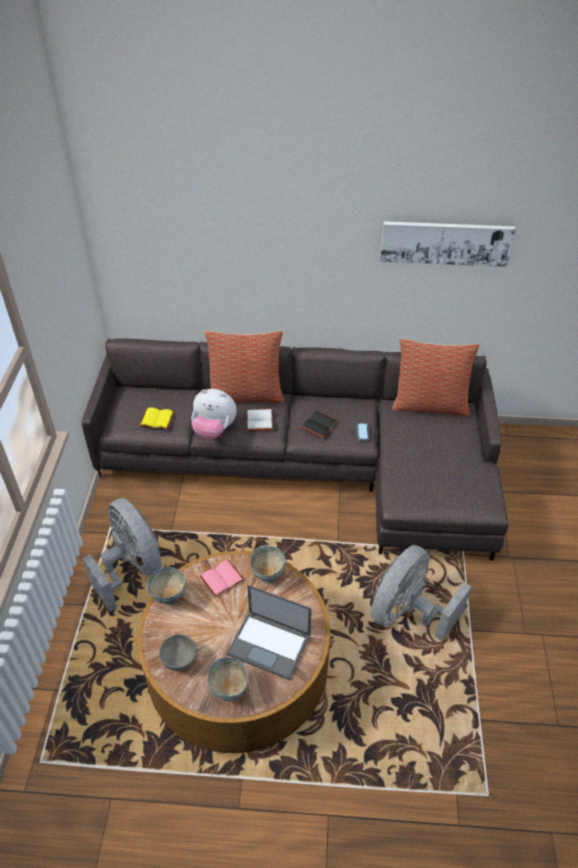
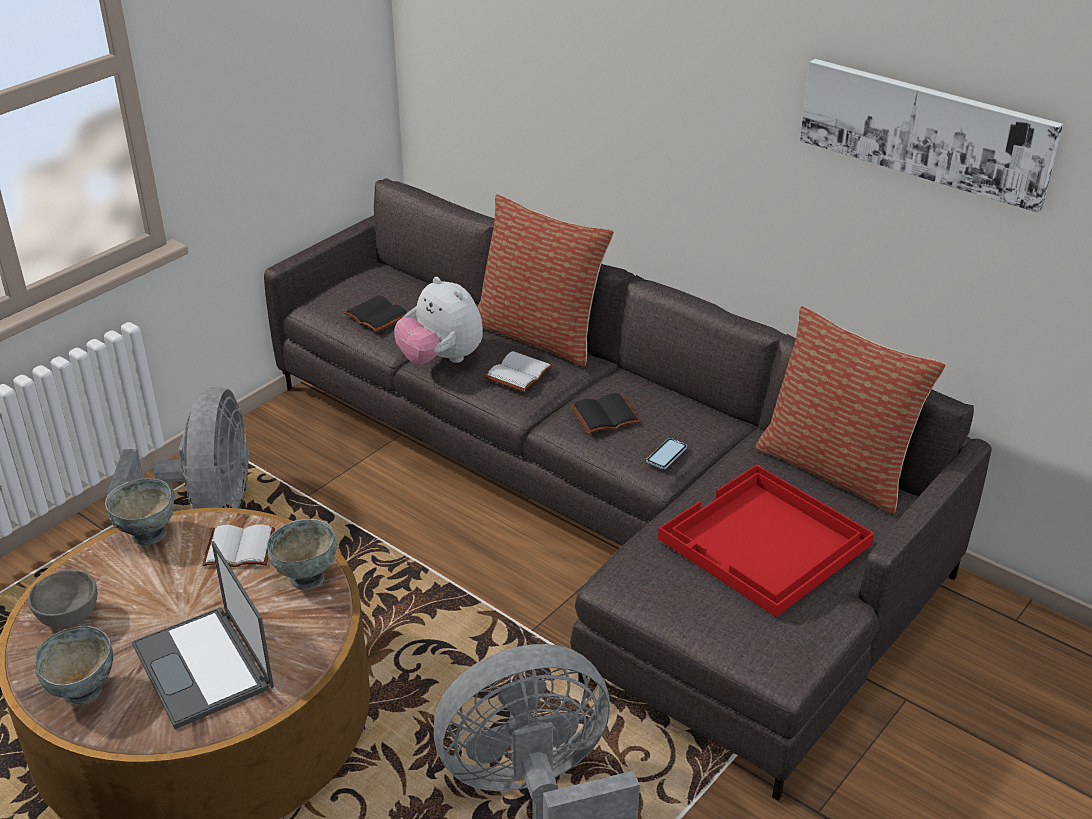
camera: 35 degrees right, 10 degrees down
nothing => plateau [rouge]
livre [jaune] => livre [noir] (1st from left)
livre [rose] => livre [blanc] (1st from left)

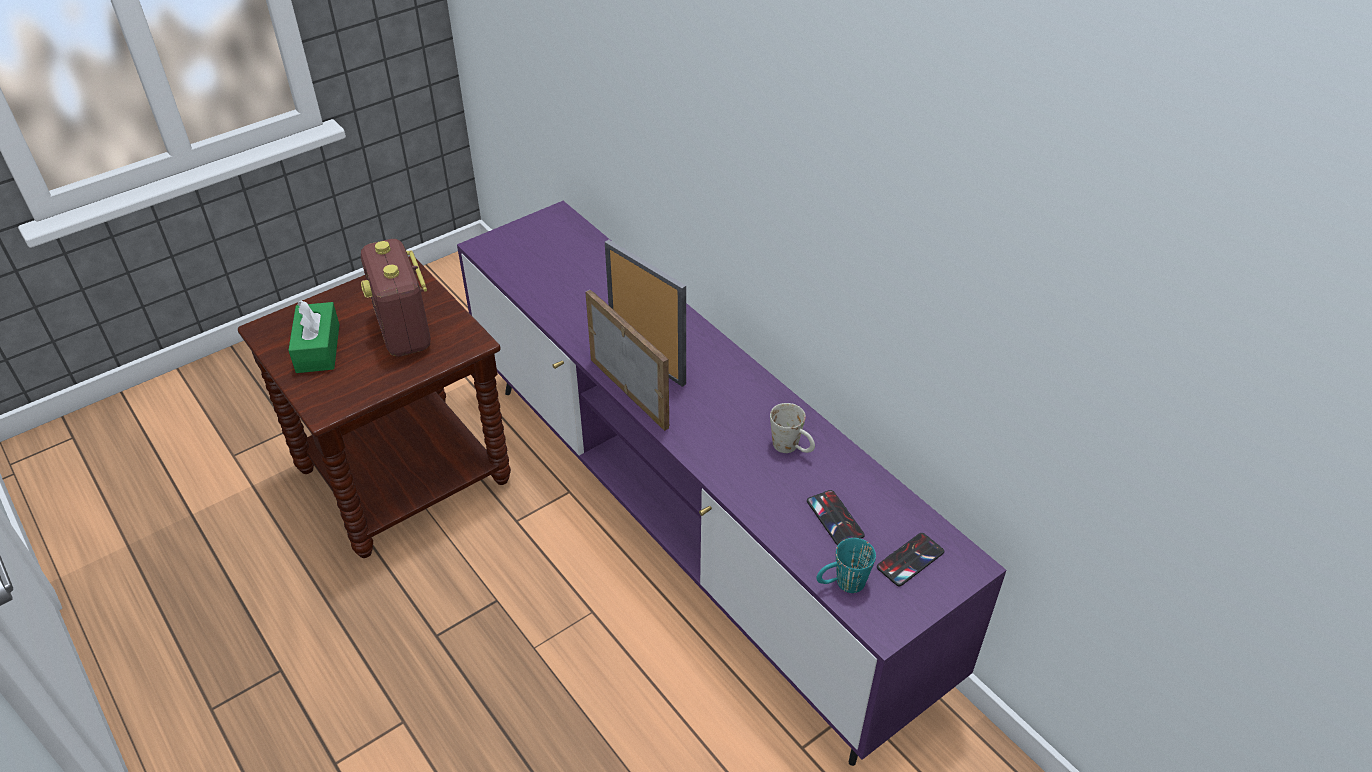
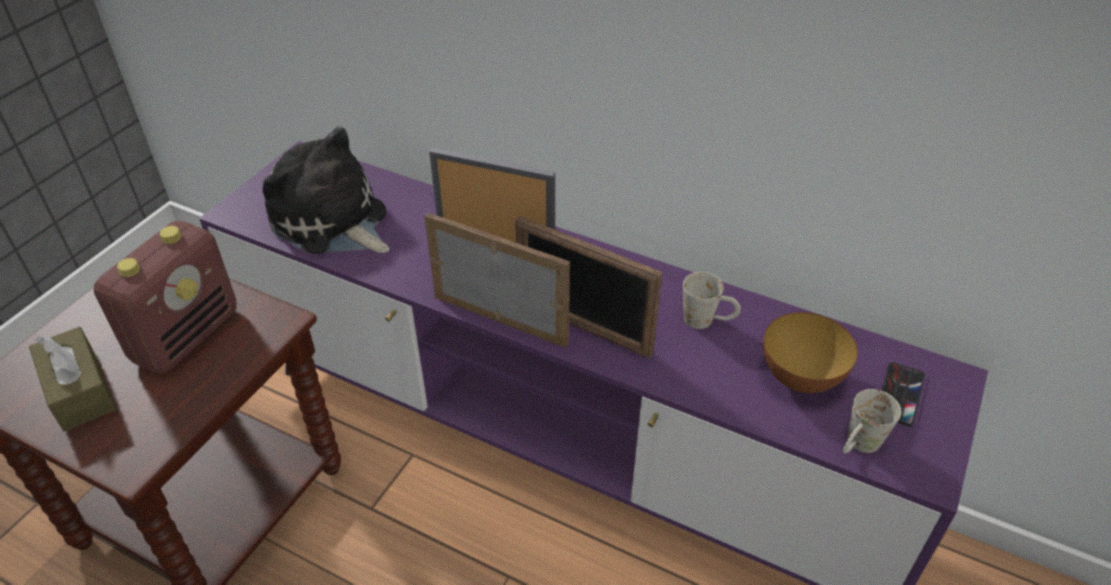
camera: 25 degrees left, 0 degrees up
nothing => peluche
nothing => cadre photo (3rd from left)
téléphone (1st from left) => bol
boîte à mouchoirs [vert] => boîte à mouchoirs [marron]
mug [turquoise] => mug [blanc] (2nd from left)
radio, 105 degrees counterclockwise

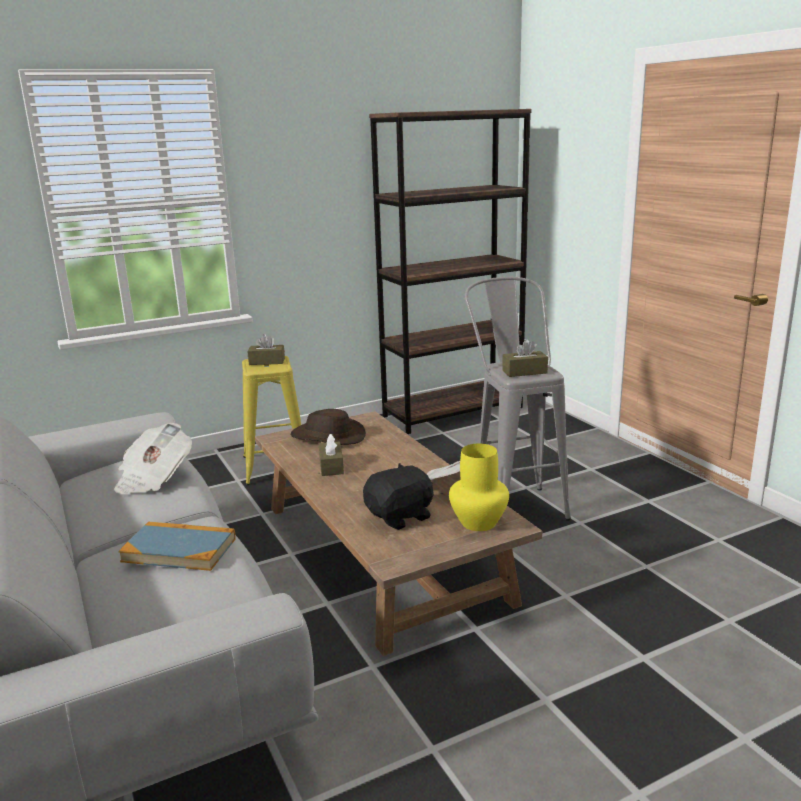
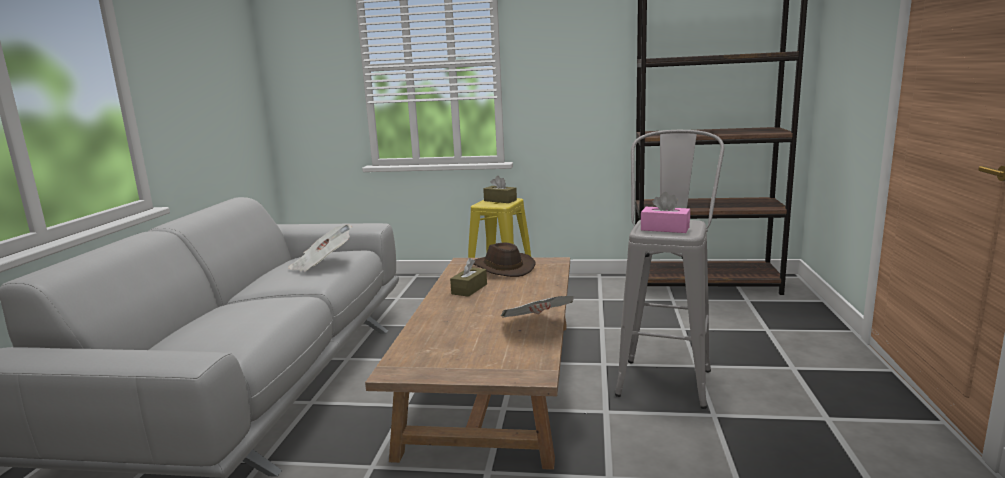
camera: 35 degrees right, 5 degrees down
livre => nothing
peluche [noir] => nothing
vase [jaune] => nothing
boîte à mouchoirs [marron] (3rd from left) => boîte à mouchoirs [rose]

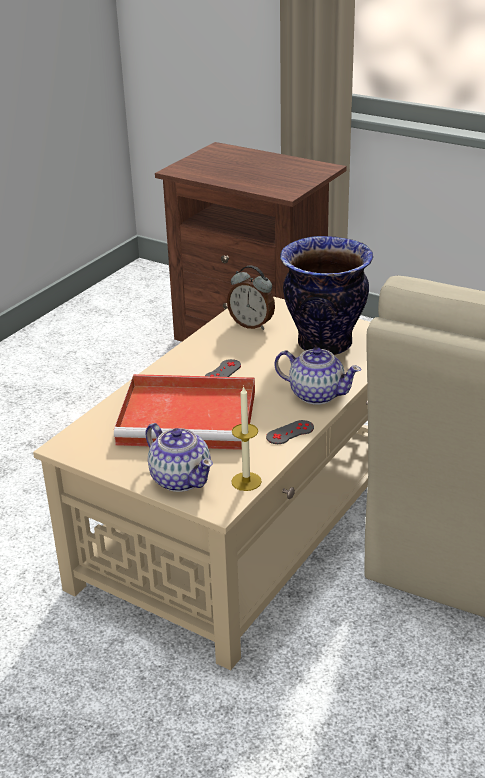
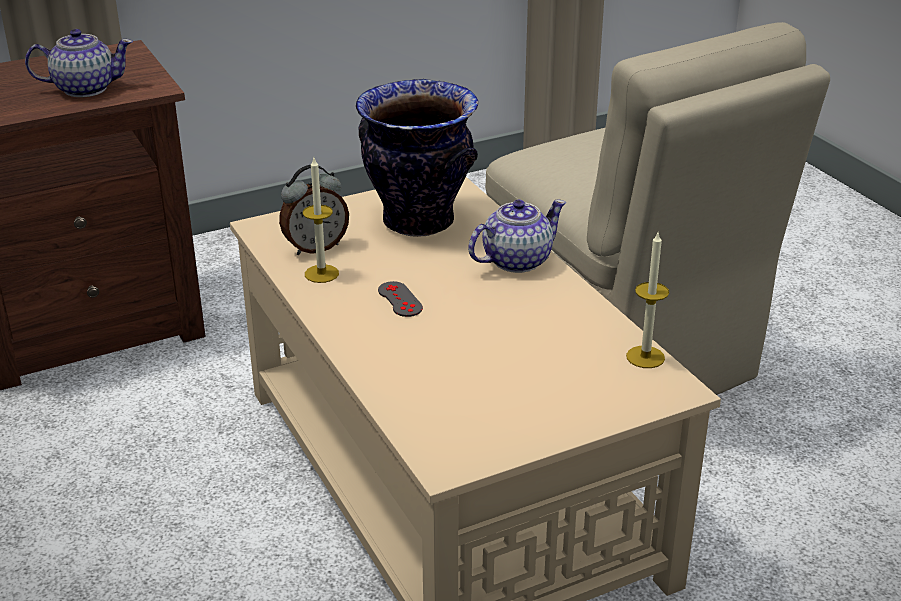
camera: 60 degrees left, 0 degrees up
plateau [rouge] => nothing
manette [gris] (2nd from left) => nothing
nothing => bougie (1st from left)
théière (1st from left), moved

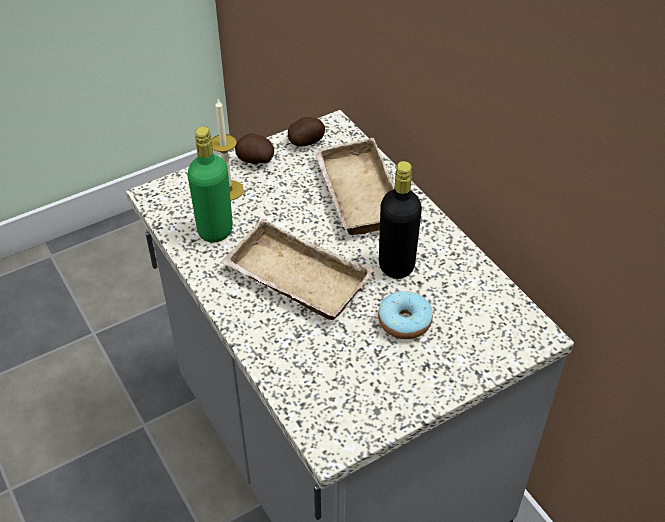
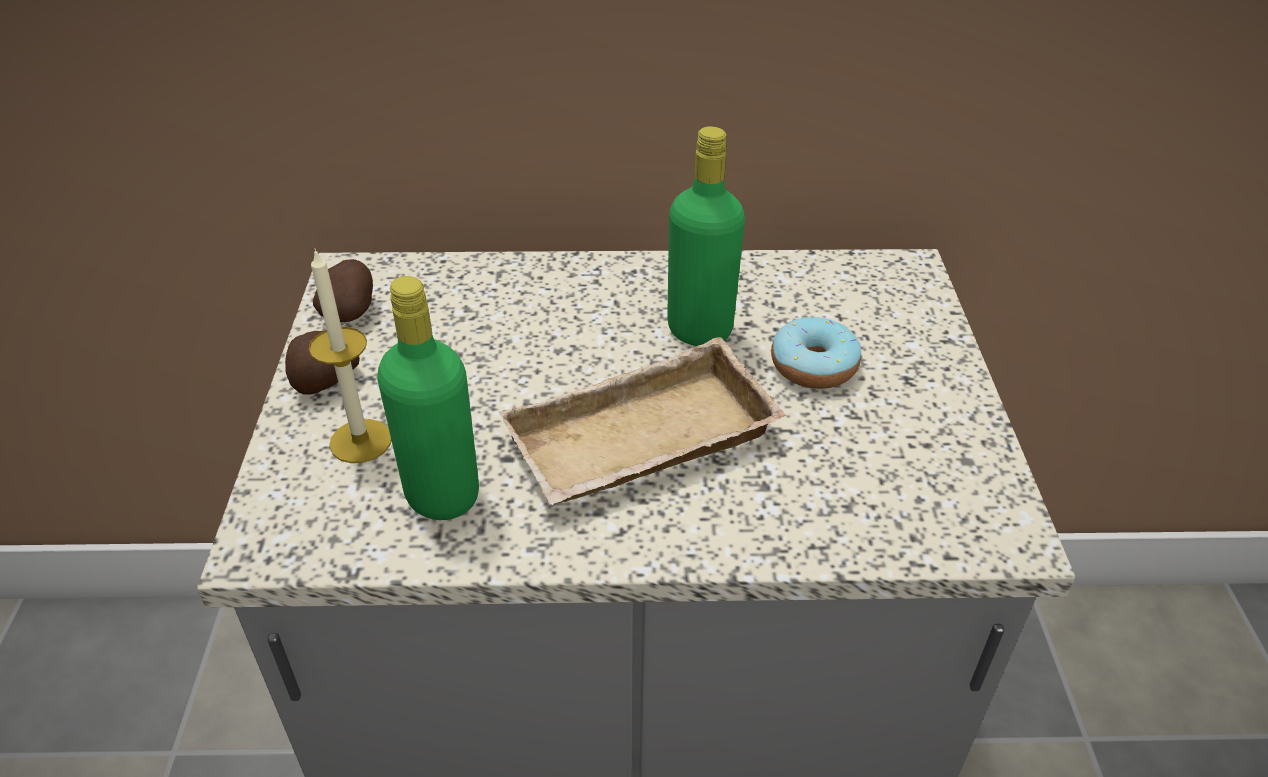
camera: 60 degrees left, 5 degrees down
plateau [beige] (2nd from left) => nothing
bouteille [noir] => bouteille [vert] (2nd from left)

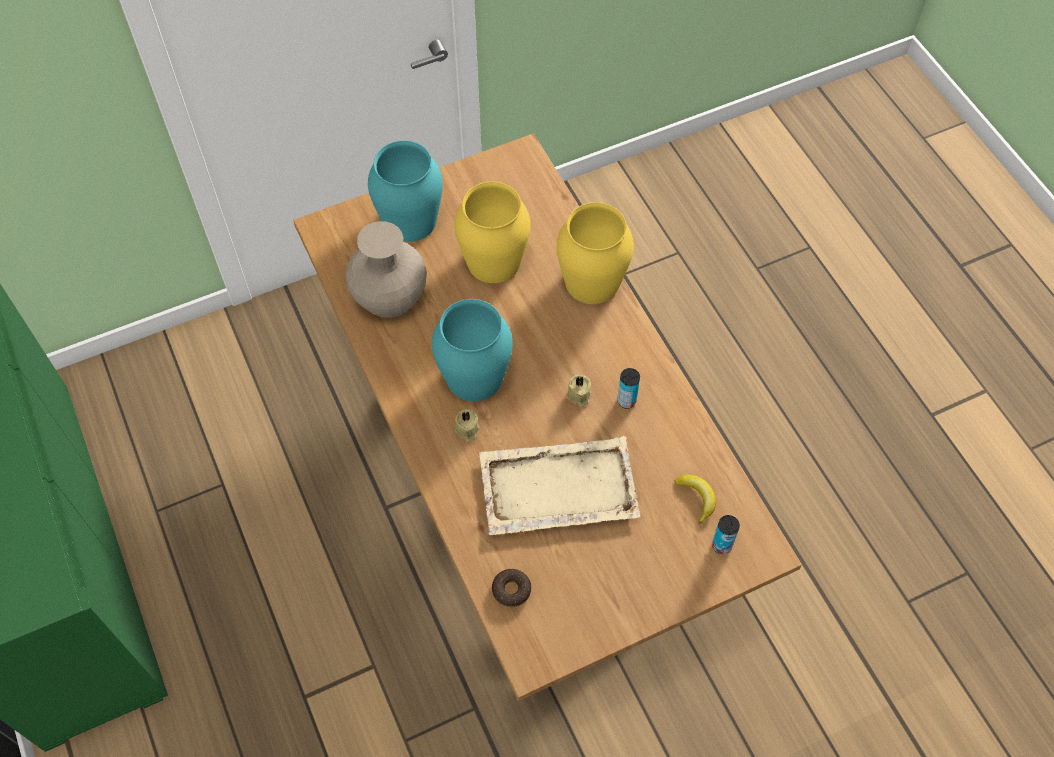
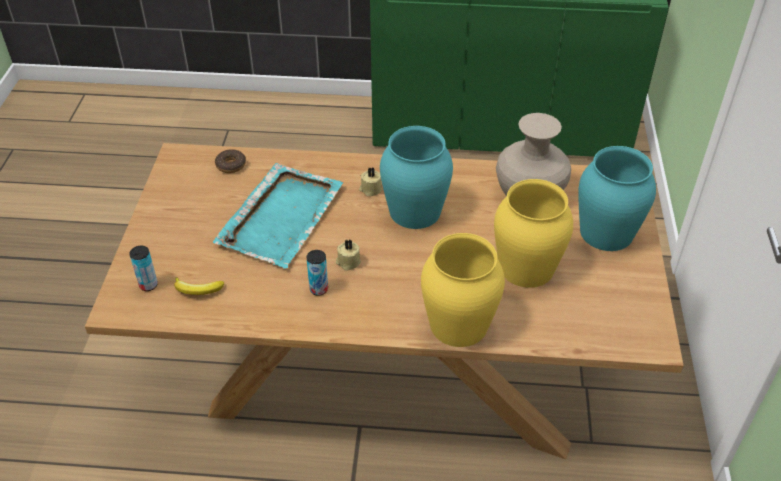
camera: 120 degrees right, 15 degrees down
plateau [beige] => plateau [turquoise]

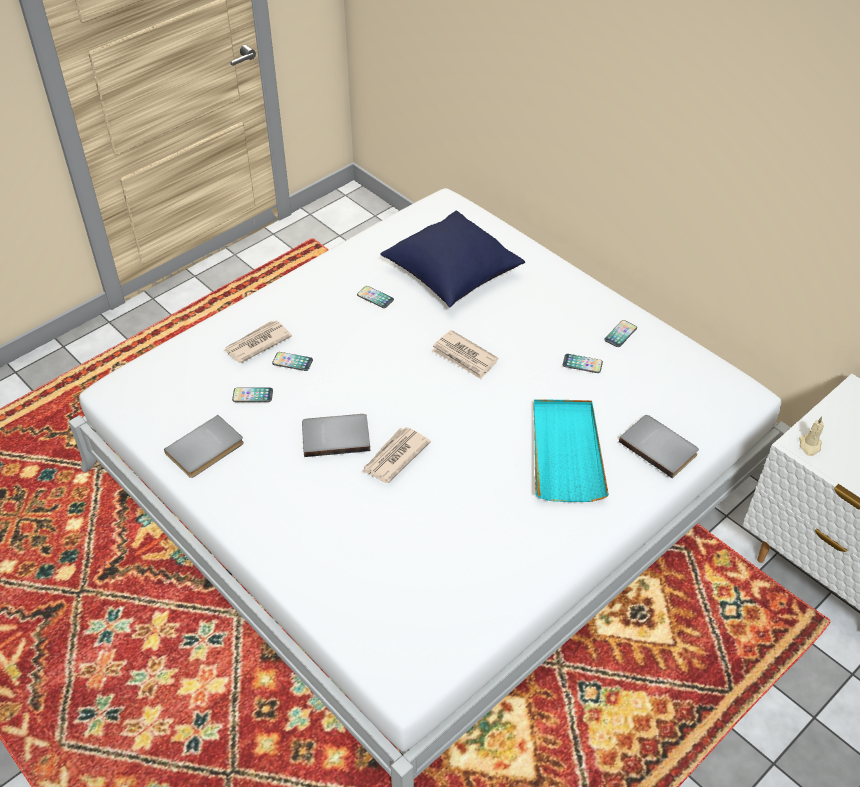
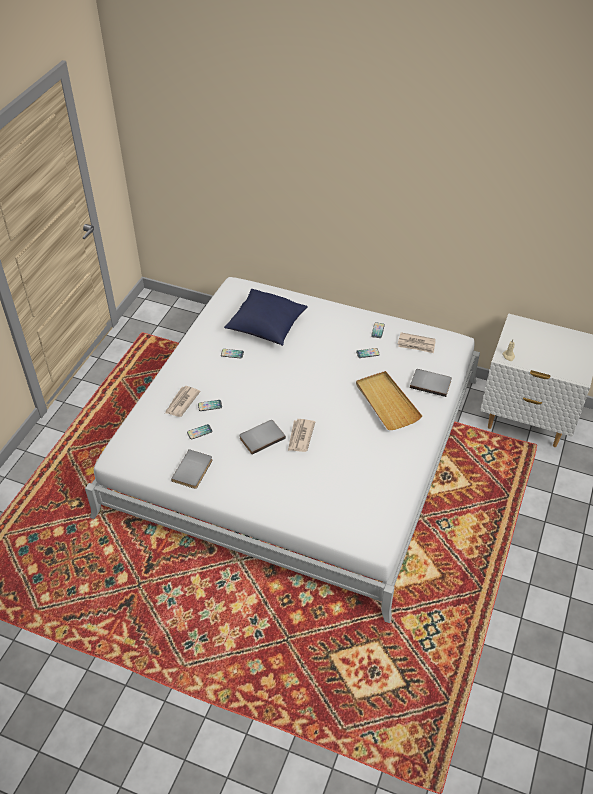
camera: 25 degrees left, 0 degrees up
journal (3rd from left), moved
plateau [turquoise] => plateau [beige]

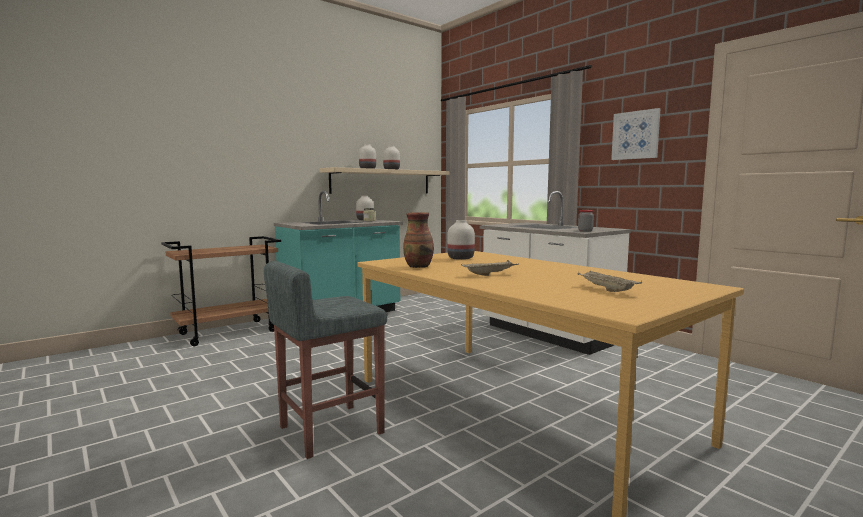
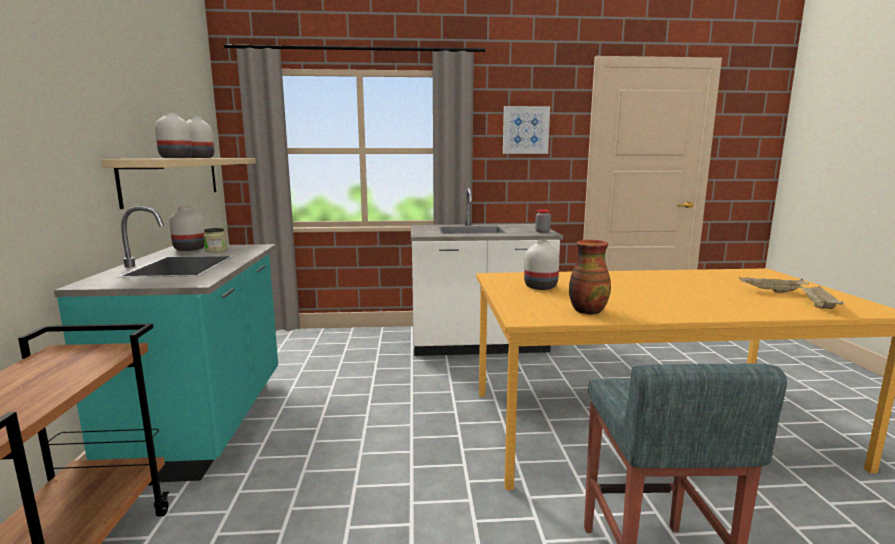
camera: 55 degrees left, 5 degrees up
plateau [beige] (1st from left in the first image) => plateau [beige] (2nd from left), moved

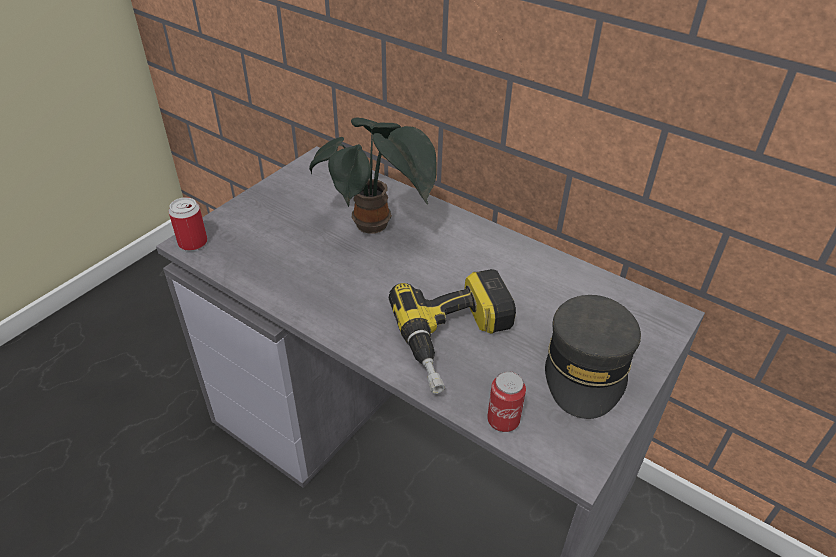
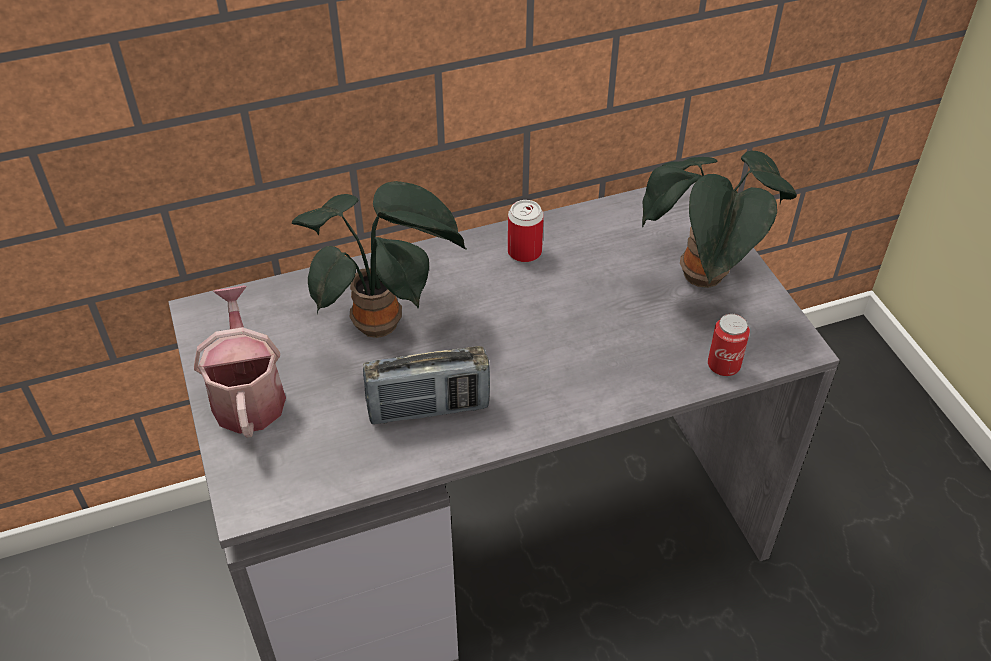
camera: 55 degrees left, 5 degrees up
perceuse => nothing
nothing => arrosoir
nothing => radio
boîte métallique (1st from left), moved
casquette [gris] => plante en pot (2nd from left)

